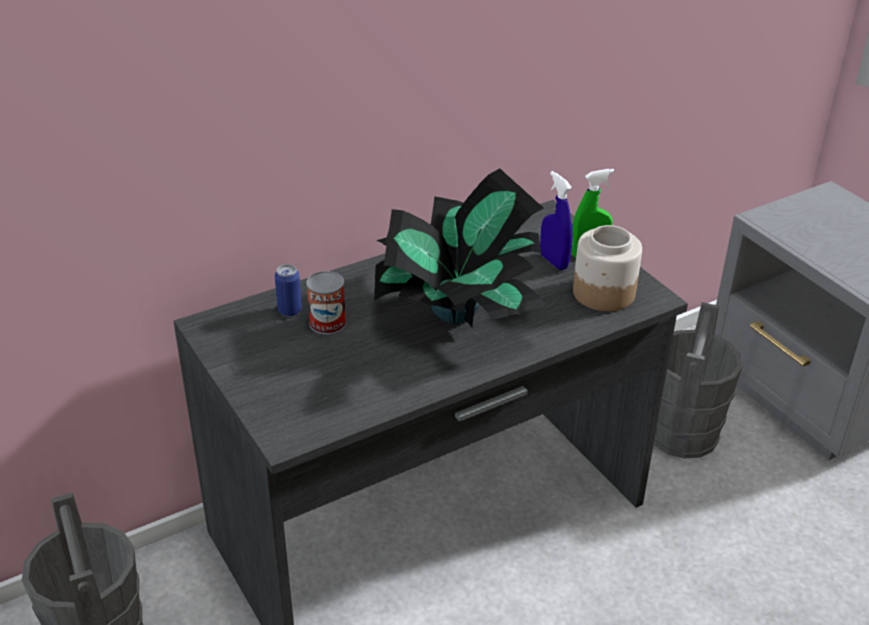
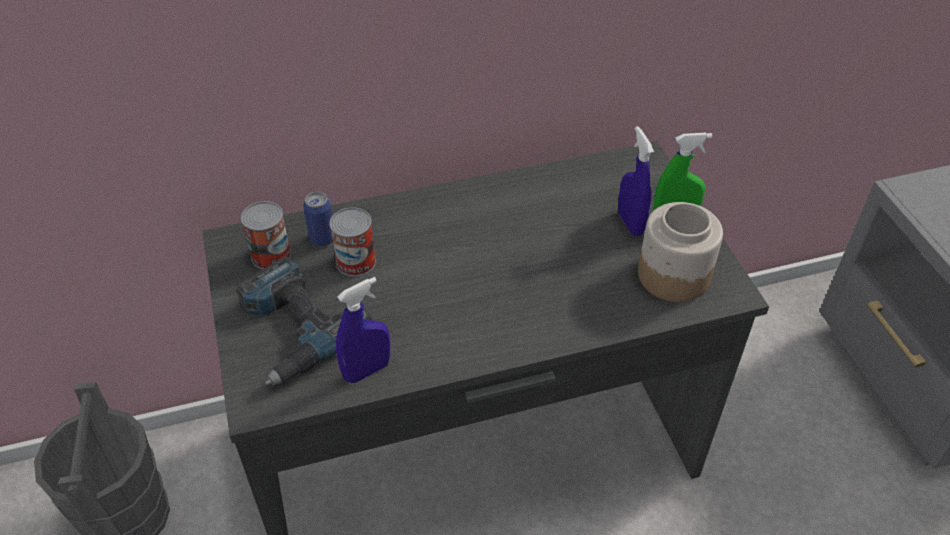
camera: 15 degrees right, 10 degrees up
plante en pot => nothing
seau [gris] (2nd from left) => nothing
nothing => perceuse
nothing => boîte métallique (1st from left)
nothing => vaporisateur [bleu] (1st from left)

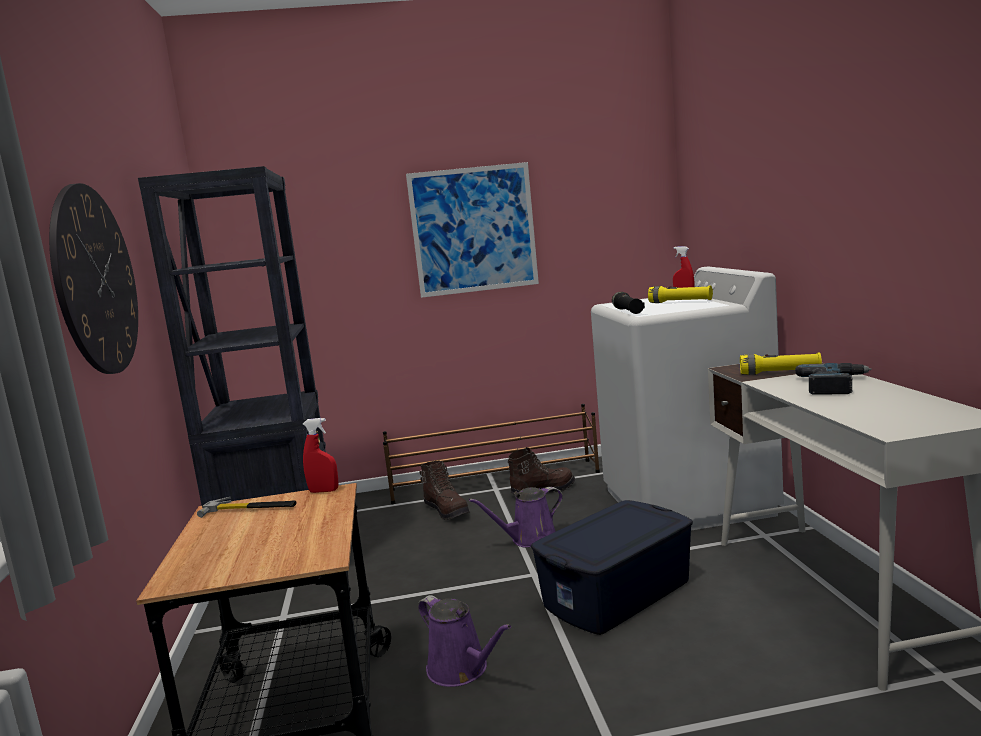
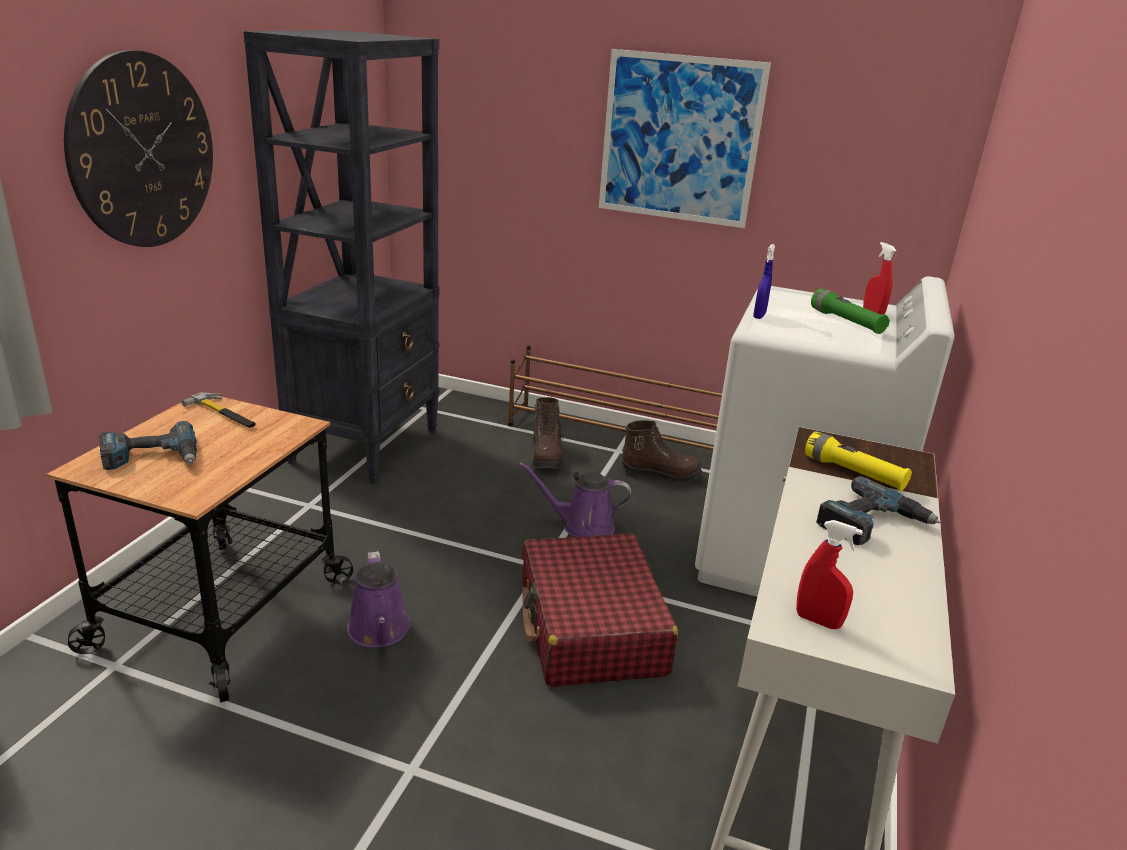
camera: 25 degrees right, 15 degrees up
nothing => perceuse (1st from left)
vaporisateur [rouge] (1st from left), moved
boîte de rangement [bleu] => valise [rouge]
lampe de poche [noir] => vaporisateur [bleu]
lampe de poche [jaune] (1st from left) => lampe de poche [vert]

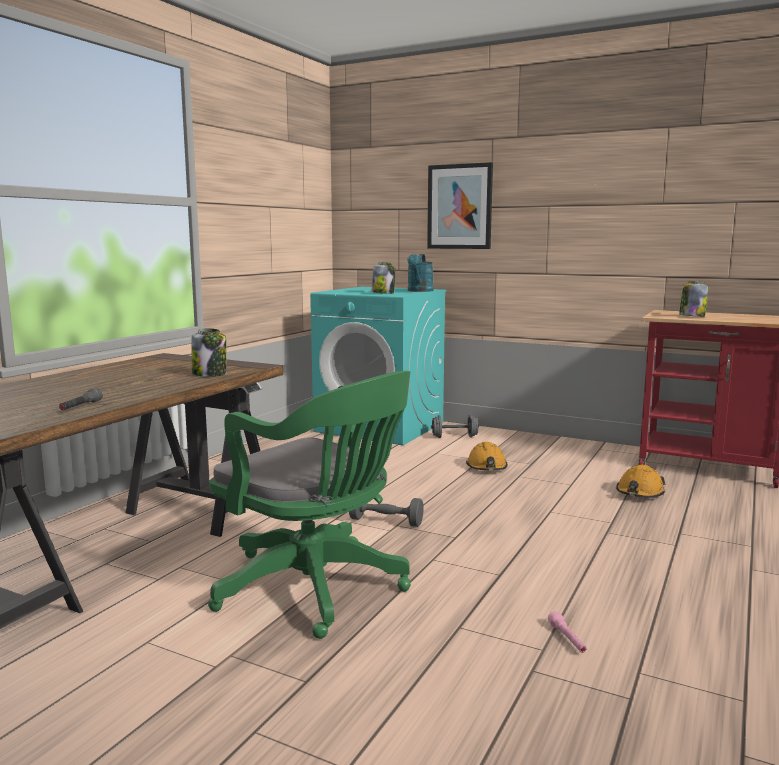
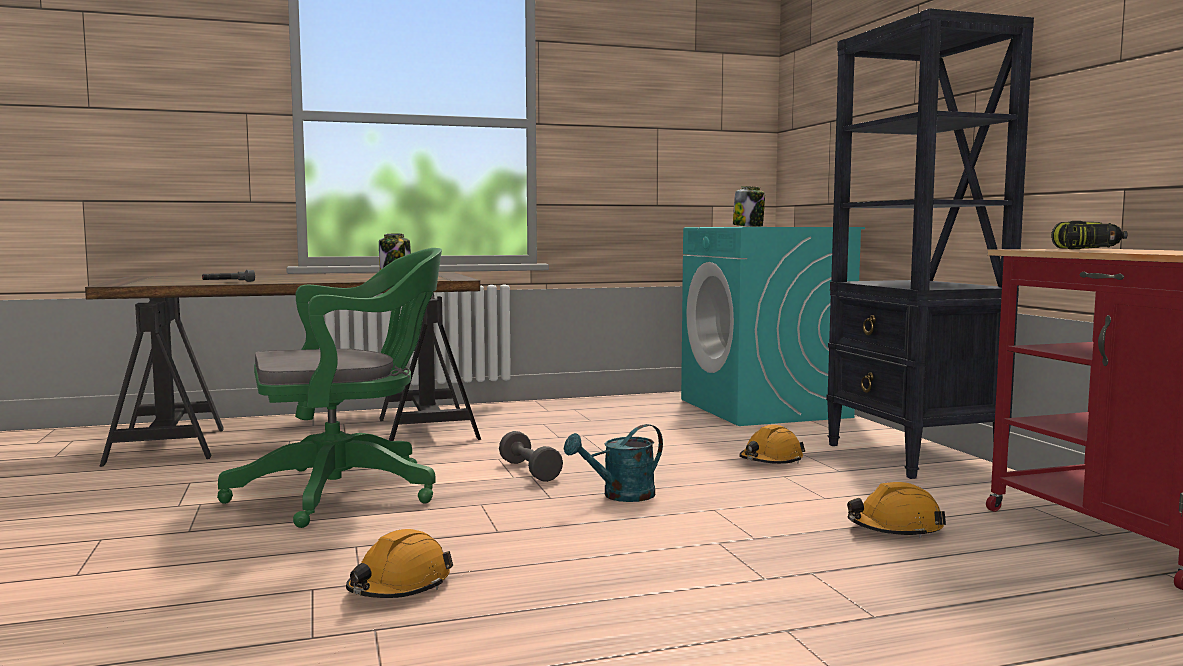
camera: 45 degrees right, 5 degrees down
tableau => nothing
haltère [gris] (2nd from left) => nothing
nothing => bibliothèque [noir]
arrosoir [turquoise], moved
lampe de poche [rose] => casque de chantier [orange] (1st from left)
bocal (3rd from left) => perceuse
chaise de bureau [vert], 105 degrees counterclockwise

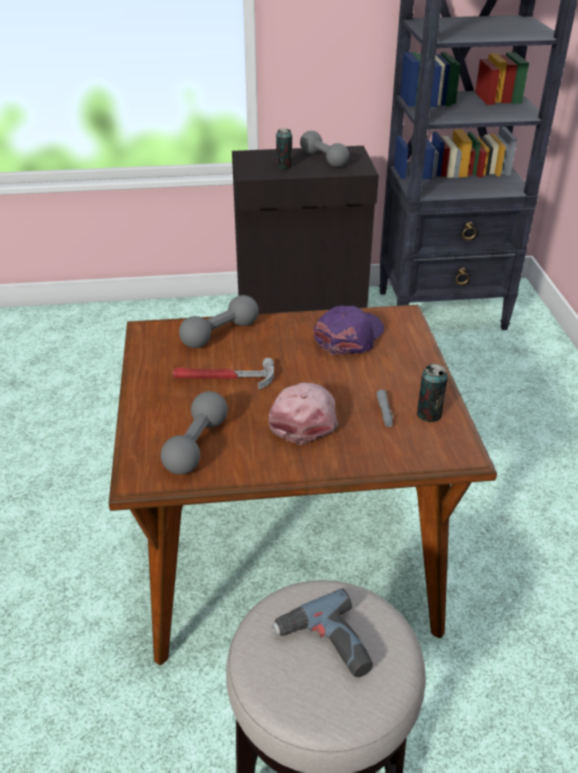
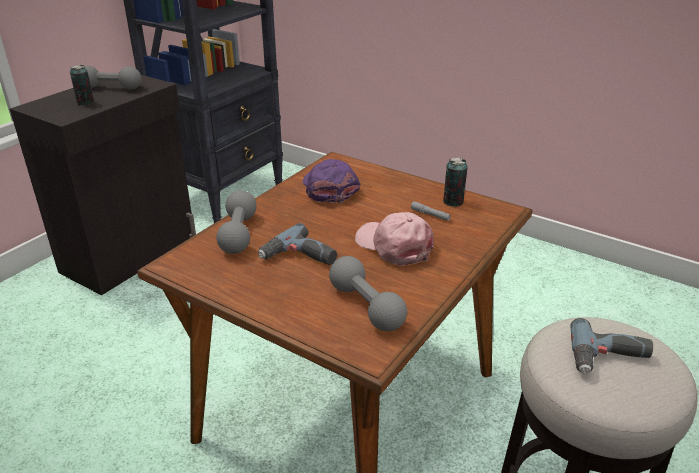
camera: 50 degrees left, 5 degrees down
marteau => perceuse (1st from left)

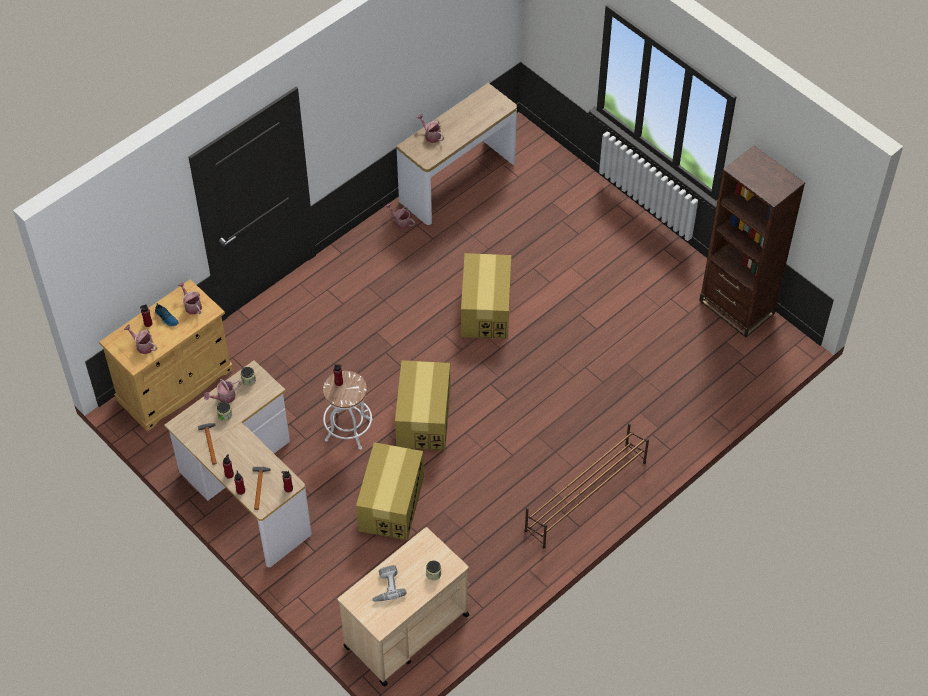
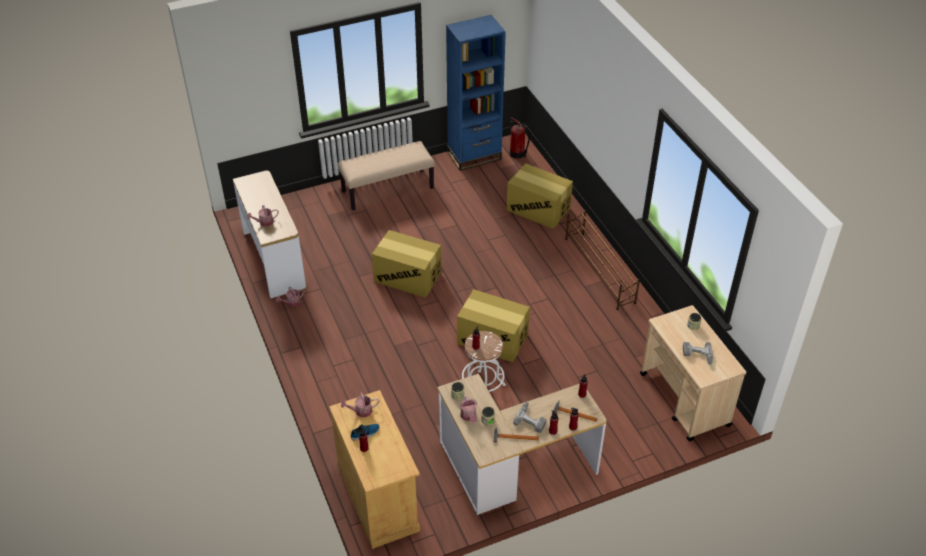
camera: 70 degrees left, 10 degrees down
arrosoir (1st from left) => nothing
nothing => banc [beige]
nothing => extincteur
nothing => perceuse (1st from left)
carton (1st from left in the first image) => carton (3rd from left), moved
bibliothèque [marron] => bibliothèque [bleu]

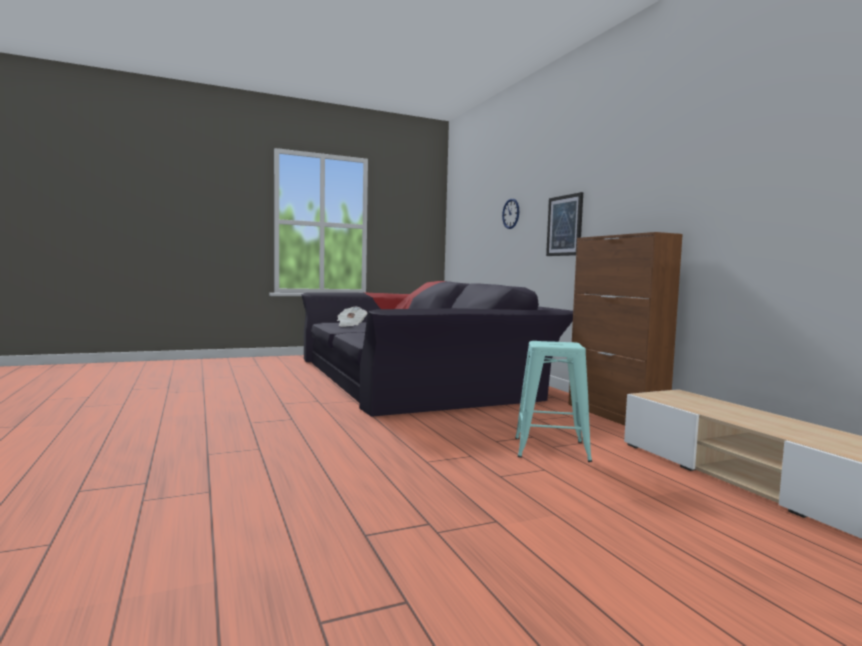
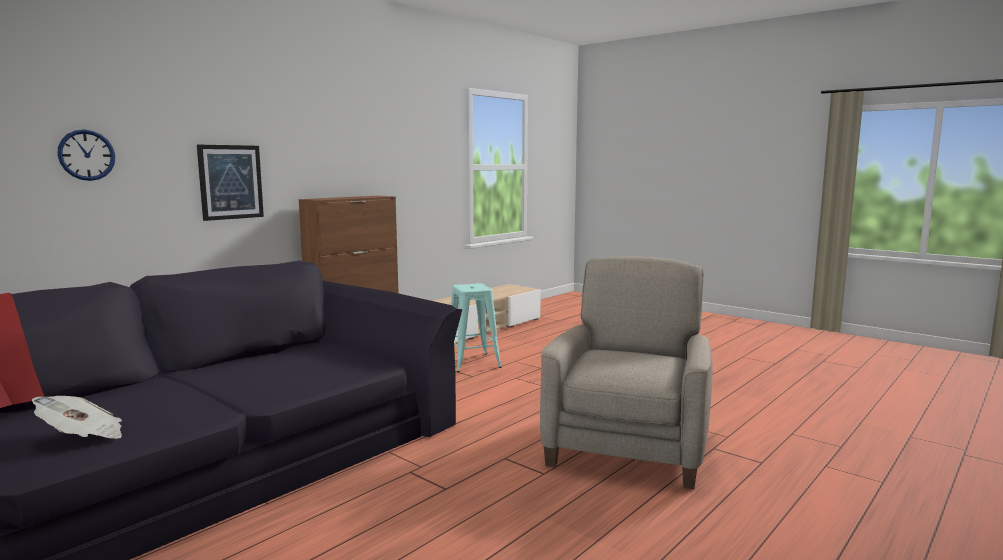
camera: 115 degrees left, 5 degrees up
nothing => fauteuil [beige]

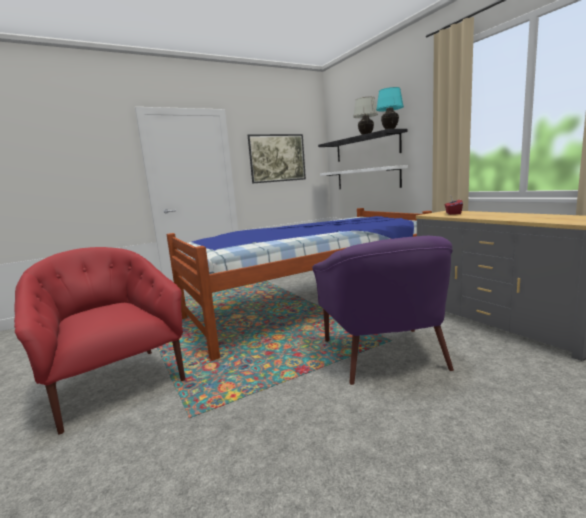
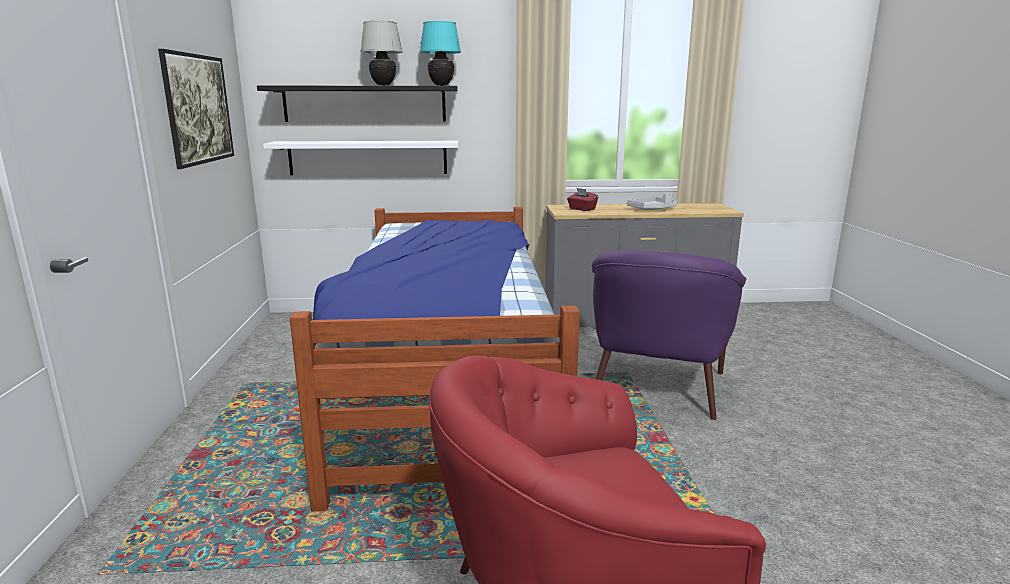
camera: 65 degrees left, 5 degrees up
nothing => plateau [gris]
fauteuil [violet], 90 degrees clockwise

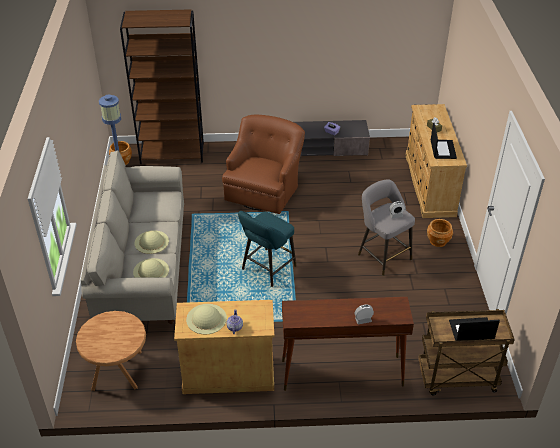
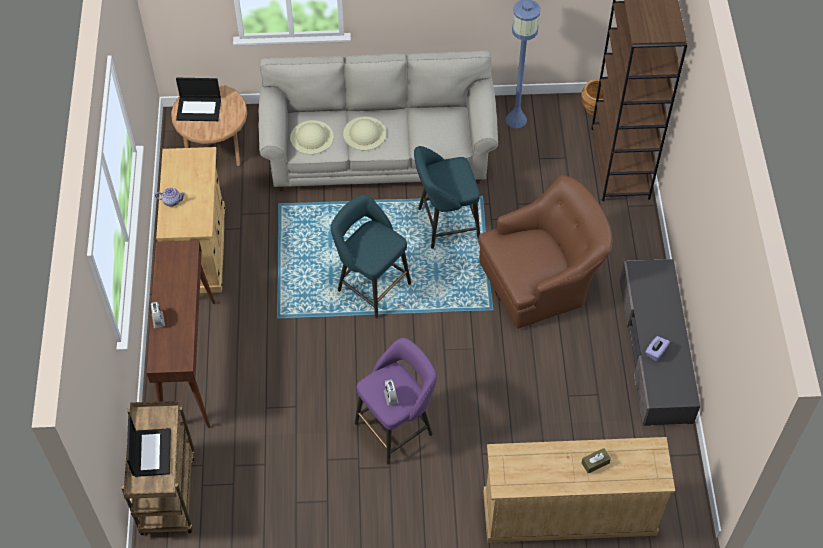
camera: 90 degrees right, 15 degrees up
chapeau [beige] (3rd from left) => nothing
cache-pot [marron] (2nd from left) => nothing
nothing => tabouret [turquoise] (2nd from left)
ordinateur portable (1st from left in the first image) => ordinateur portable (2nd from left), moved
tabouret [gris] => tabouret [violet]
fauteuil [marron], 45 degrees counterclockwise

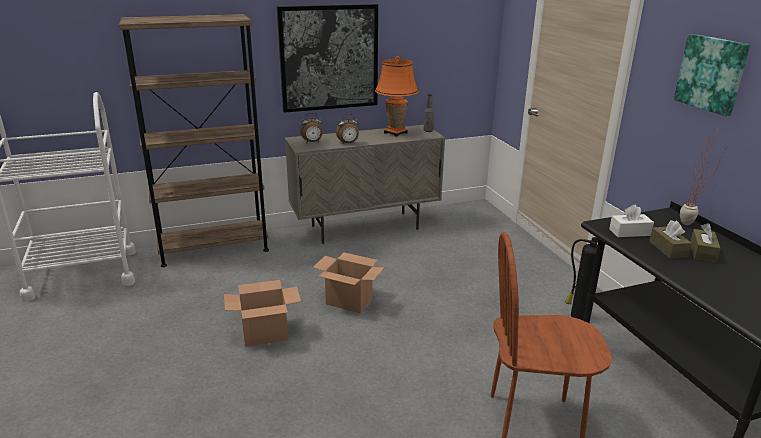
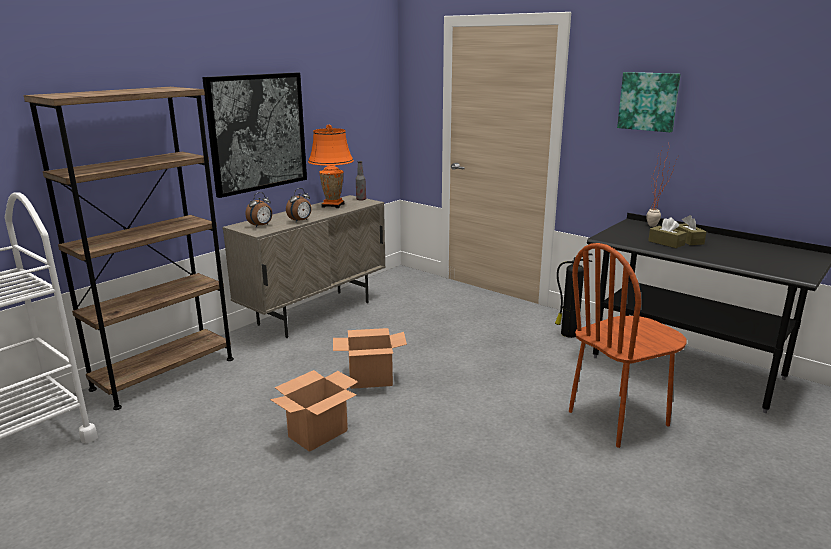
camera: 30 degrees left, 5 degrees down
boîte à mouchoirs [blanc] => nothing

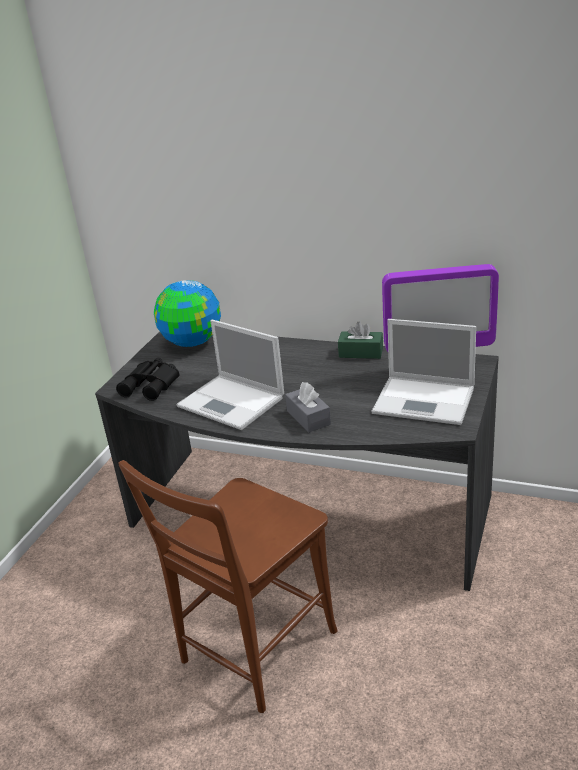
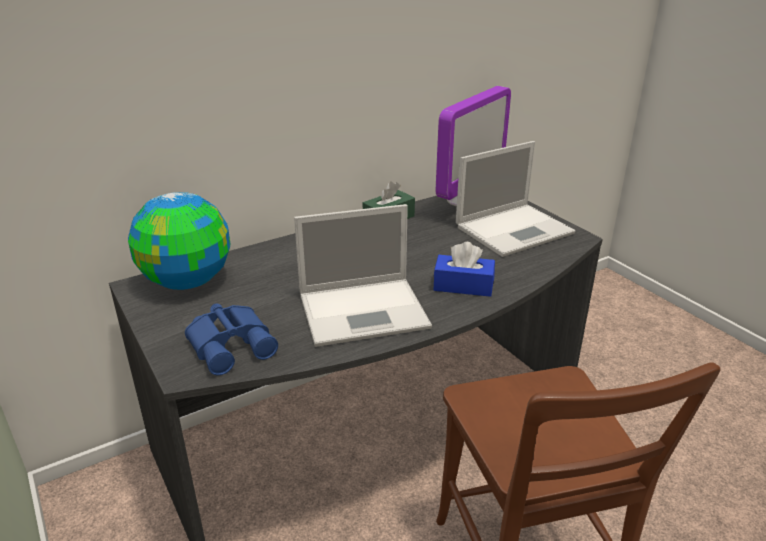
camera: 55 degrees left, 0 degrees up
jumelles [noir] => jumelles [bleu]
boîte à mouchoirs [gris] => boîte à mouchoirs [bleu]

